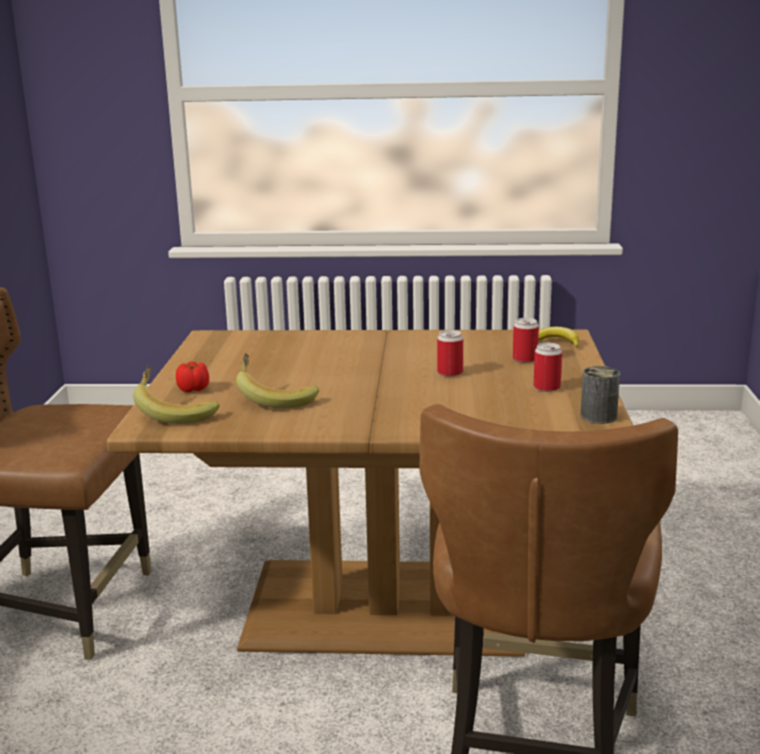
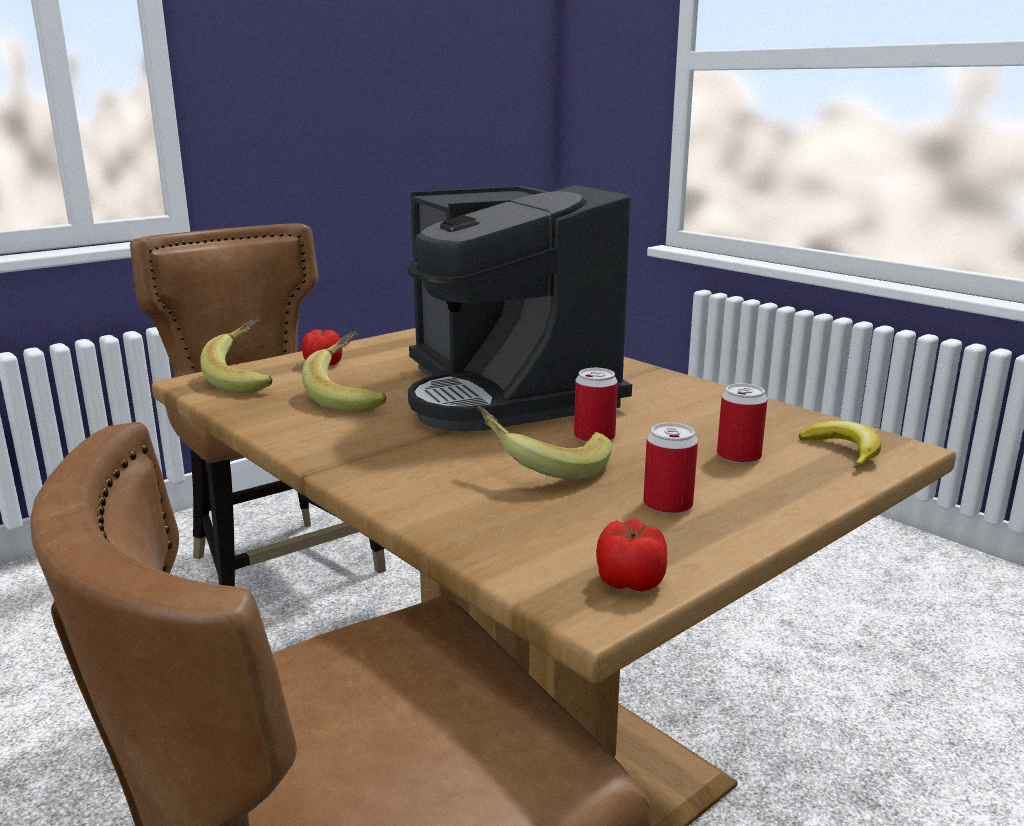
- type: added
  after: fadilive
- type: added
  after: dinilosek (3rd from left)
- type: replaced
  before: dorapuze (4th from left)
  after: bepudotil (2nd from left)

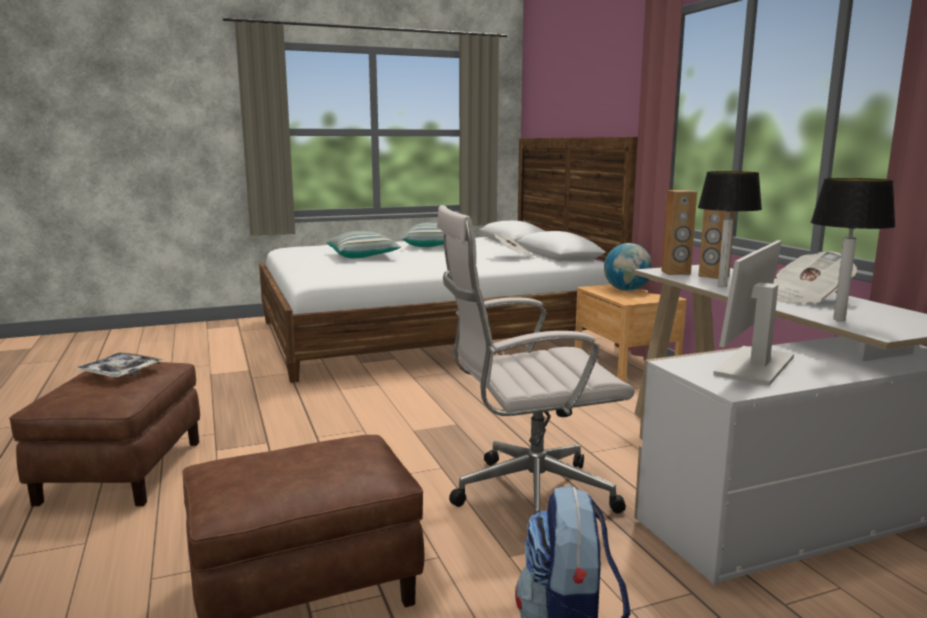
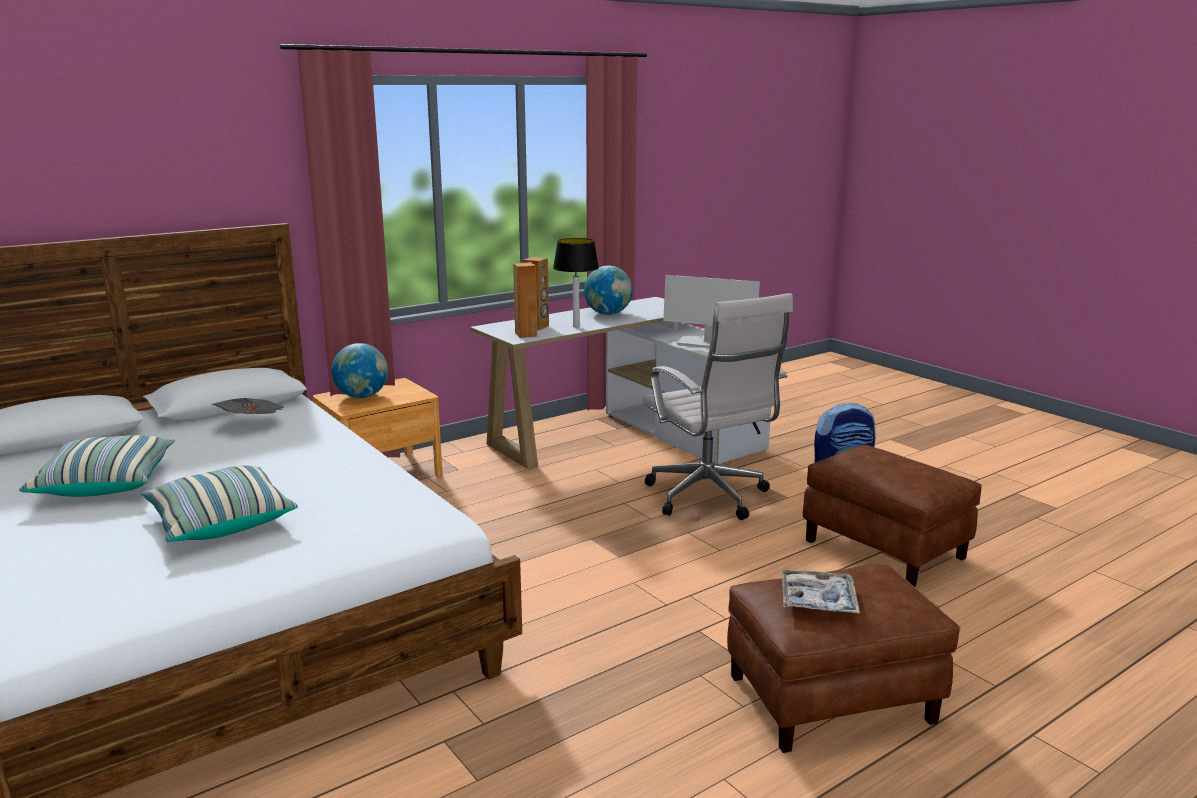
- type: removed
  before: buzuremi (2nd from left)
- type: replaced
  before: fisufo (2nd from left)
  after: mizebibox (2nd from left)

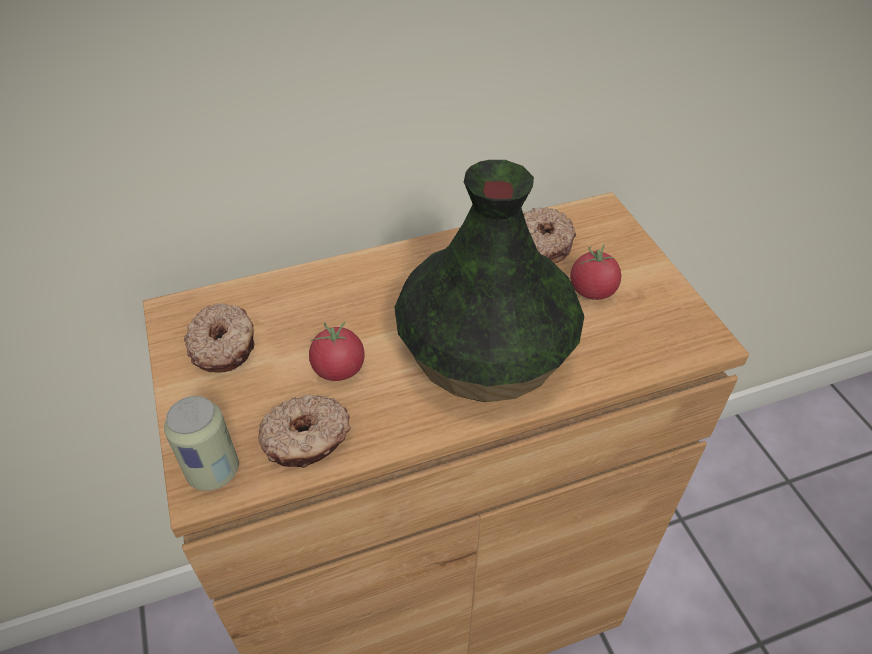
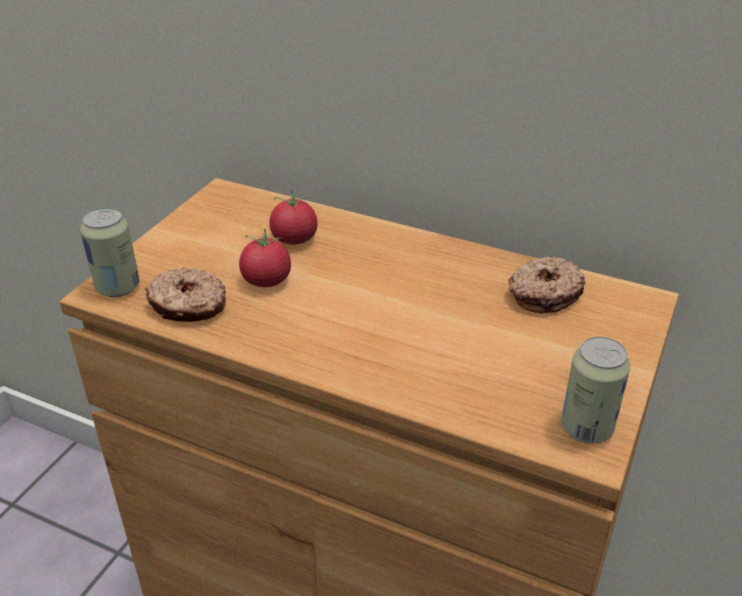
- type: removed
  before: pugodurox (1st from left)
- type: removed
  before: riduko
- type: added
  after: dorapuze (2nd from left)
- type: moved
  before: bepudotil (2nd from left)

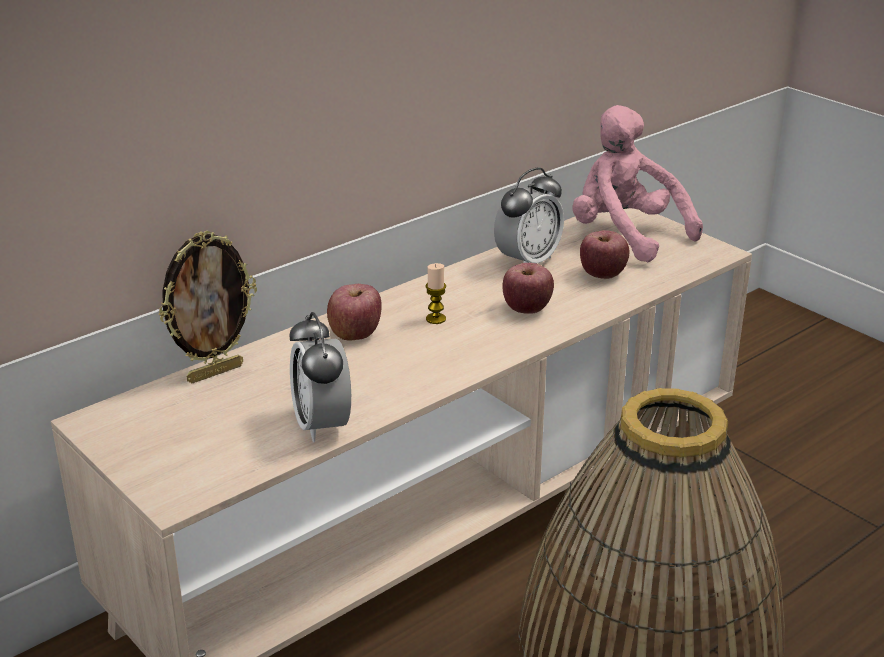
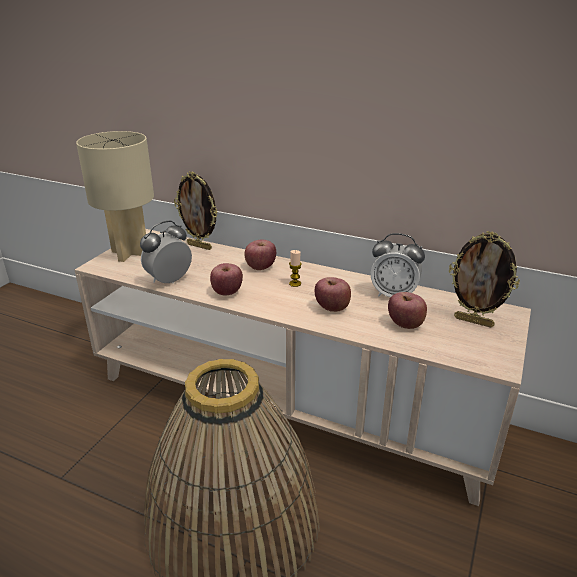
- type: added
  after: beige_buzuremi
- type: added
  after: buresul (1st from left)
- type: replaced
  before: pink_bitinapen
  after: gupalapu (2nd from left)

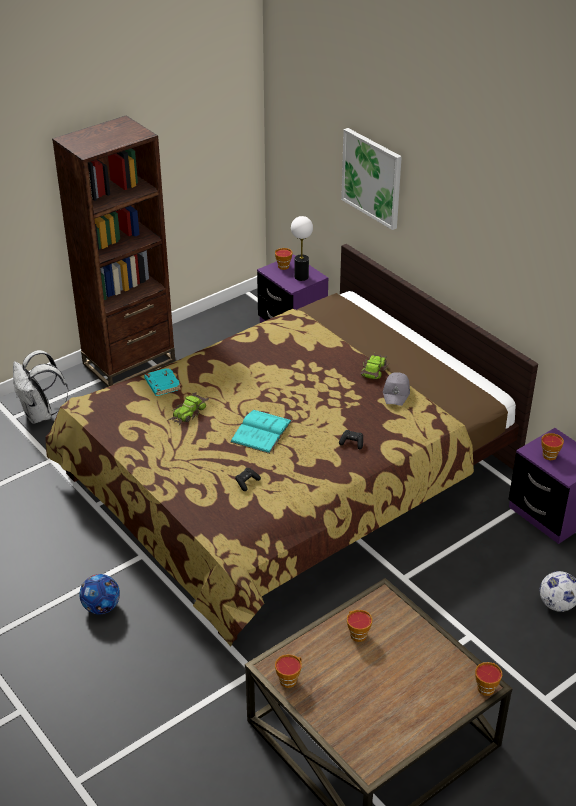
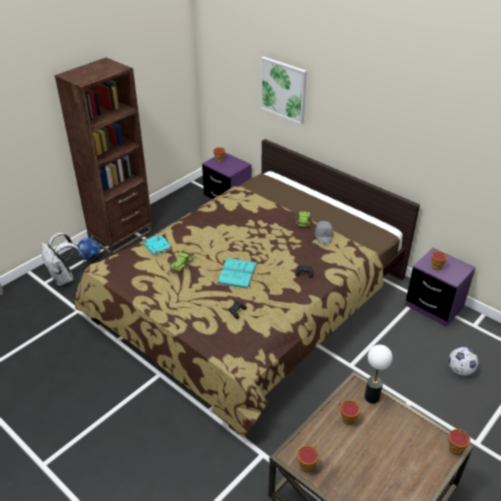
- type: moved
  before: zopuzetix (1st from left)
- type: moved
  before: buzuremi

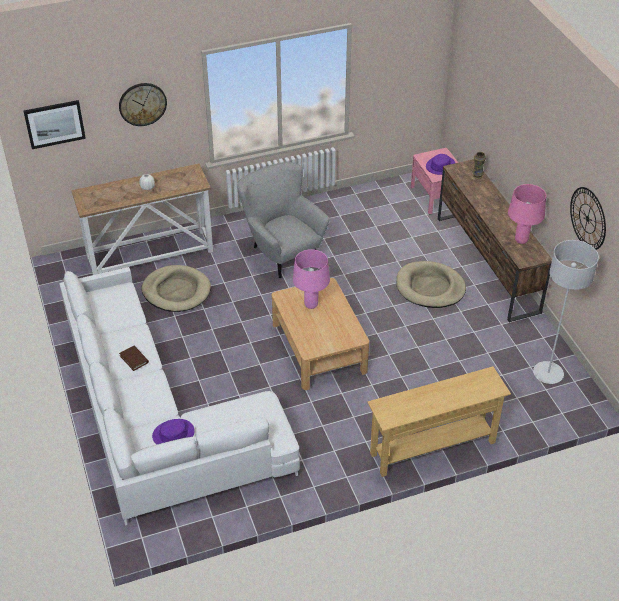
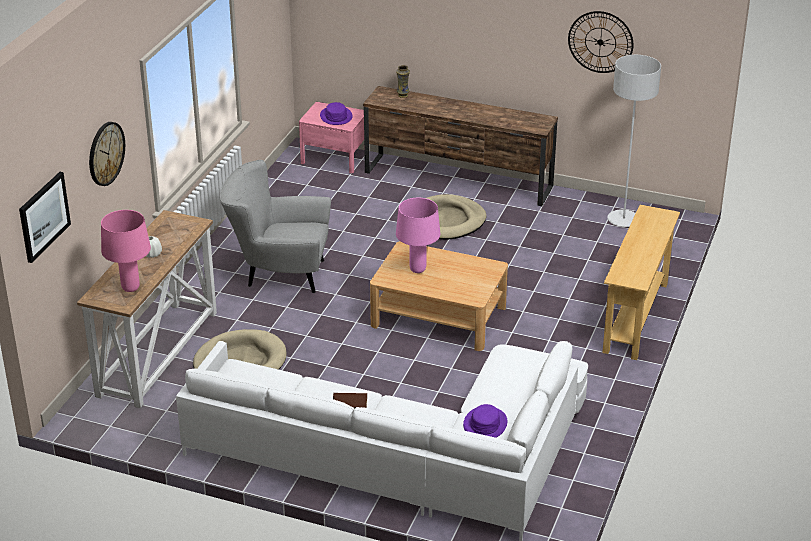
- type: moved
  before: pink_buzuremi (2nd from left in the first image)
  after: pink_buzuremi (1st from left)

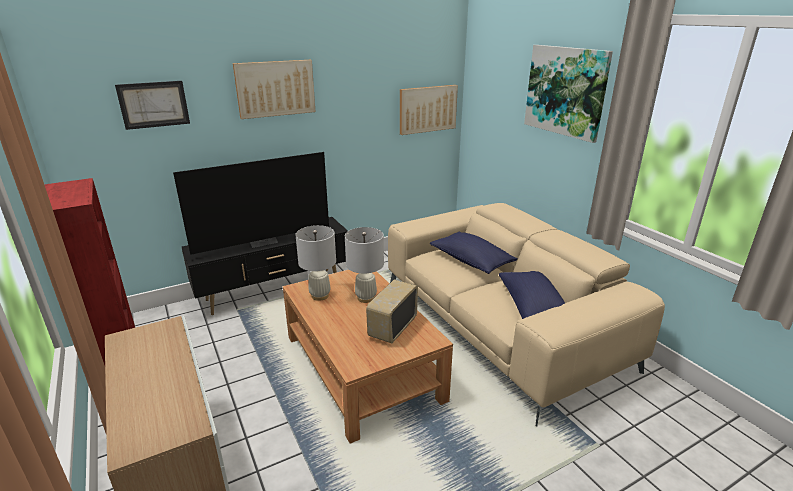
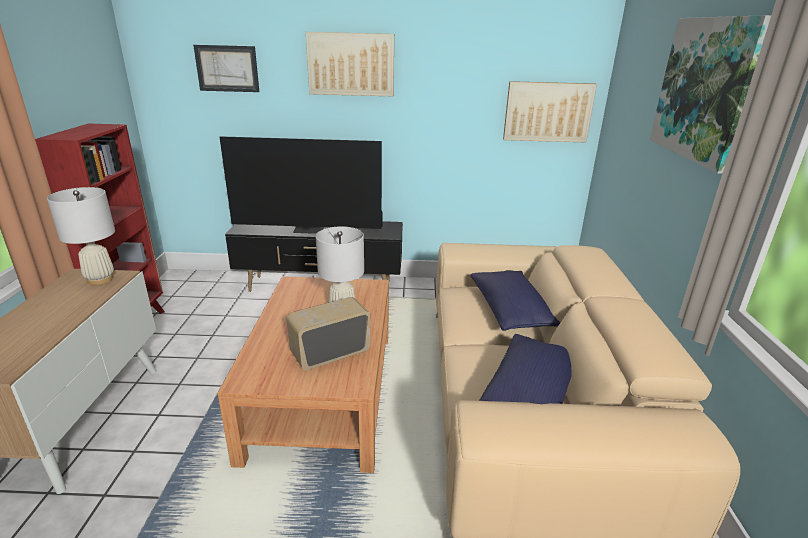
- type: moved
  before: white_buzuremi (1st from left)

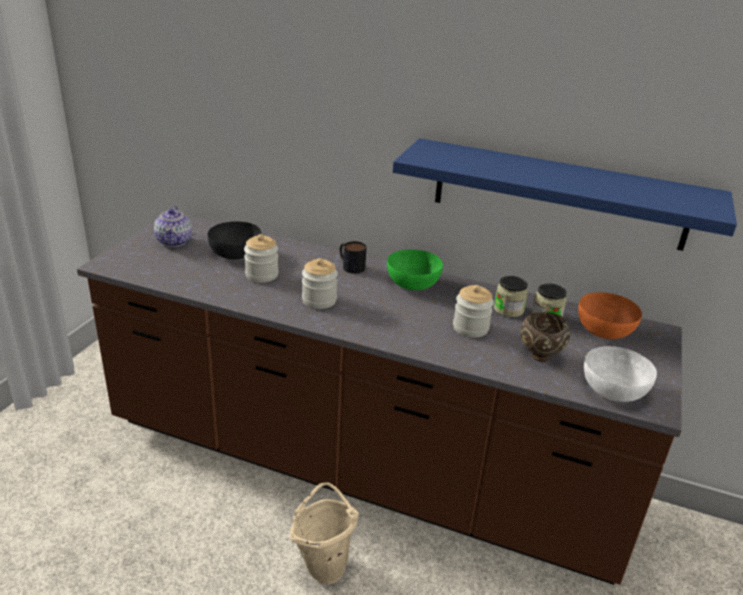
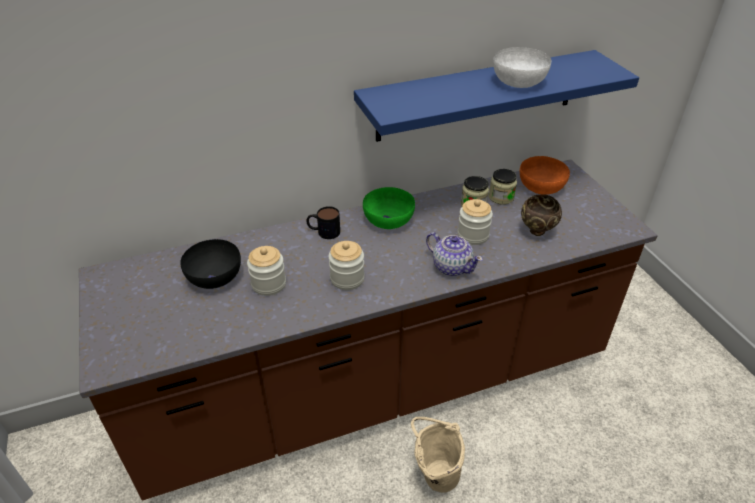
- type: moved
  before: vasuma
- type: moved
  before: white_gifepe

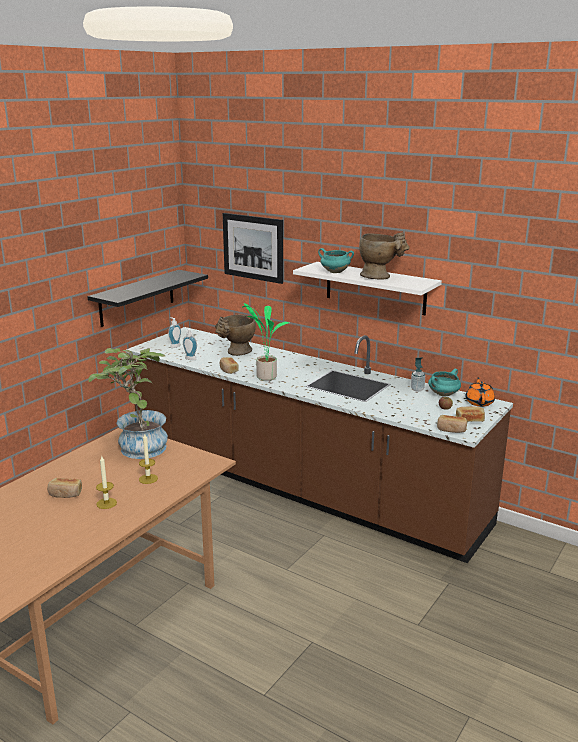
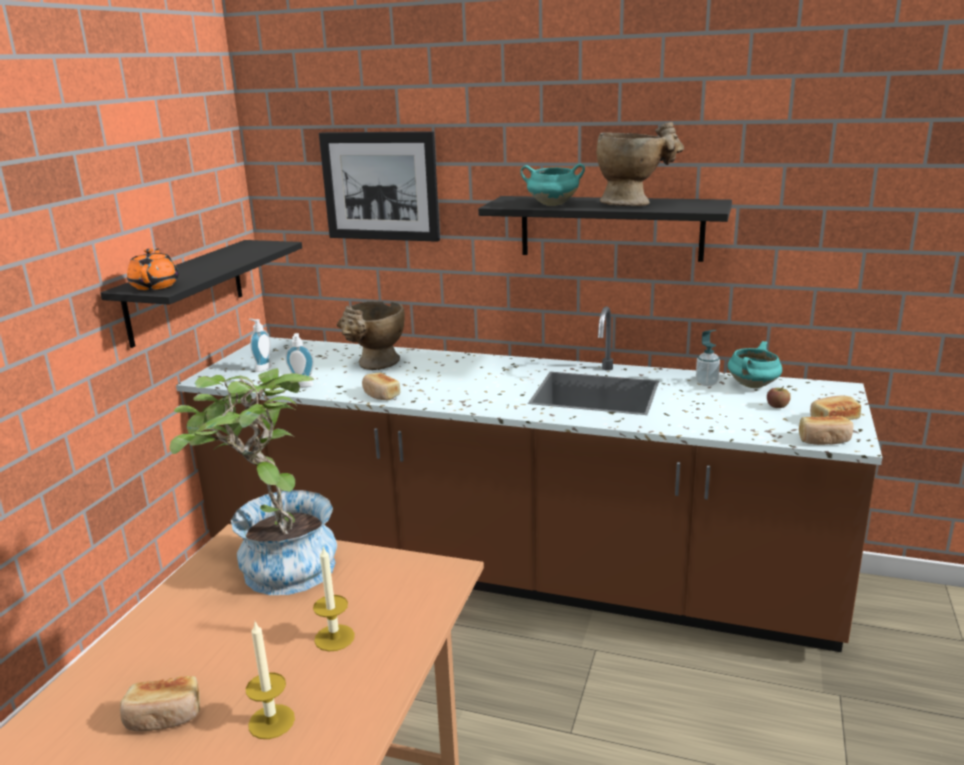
- type: removed
  before: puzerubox (2nd from left)
- type: moved
  before: orange_vasuma
- type: recoloured
  before: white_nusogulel
  after: black_nusogulel (2nd from left)

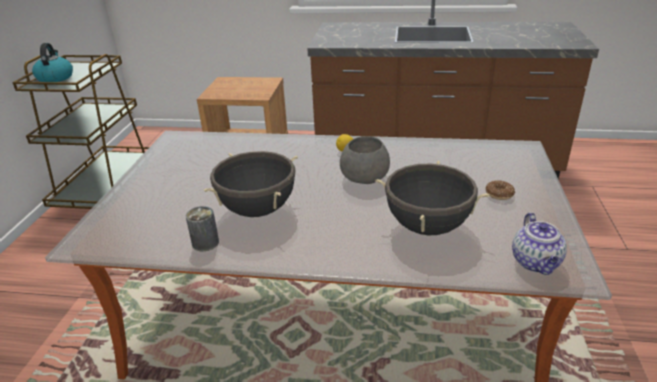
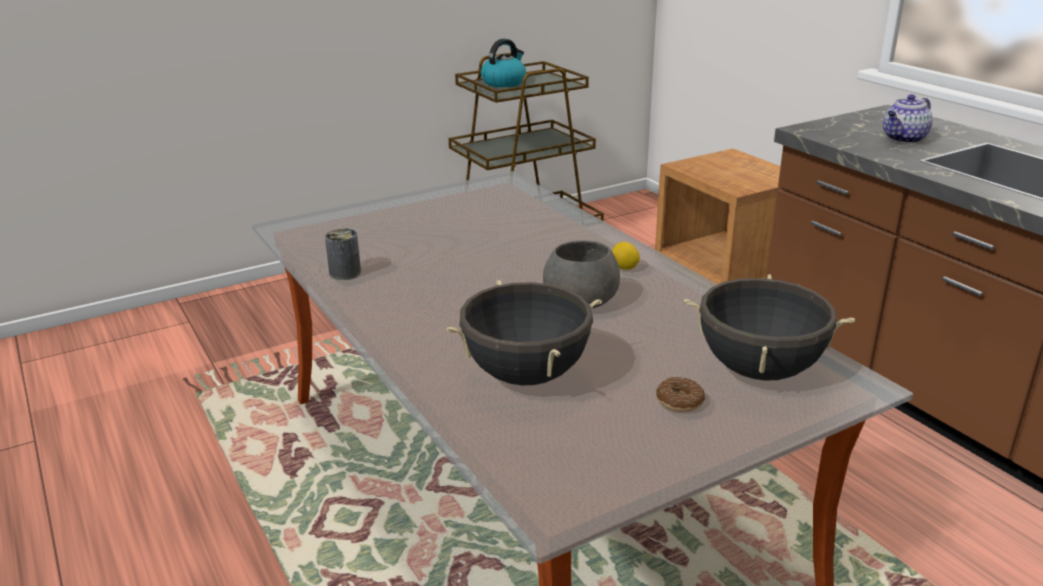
- type: moved
  before: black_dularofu (1st from left in the first image)
  after: black_dularofu (2nd from left)
- type: moved
  before: vasuma

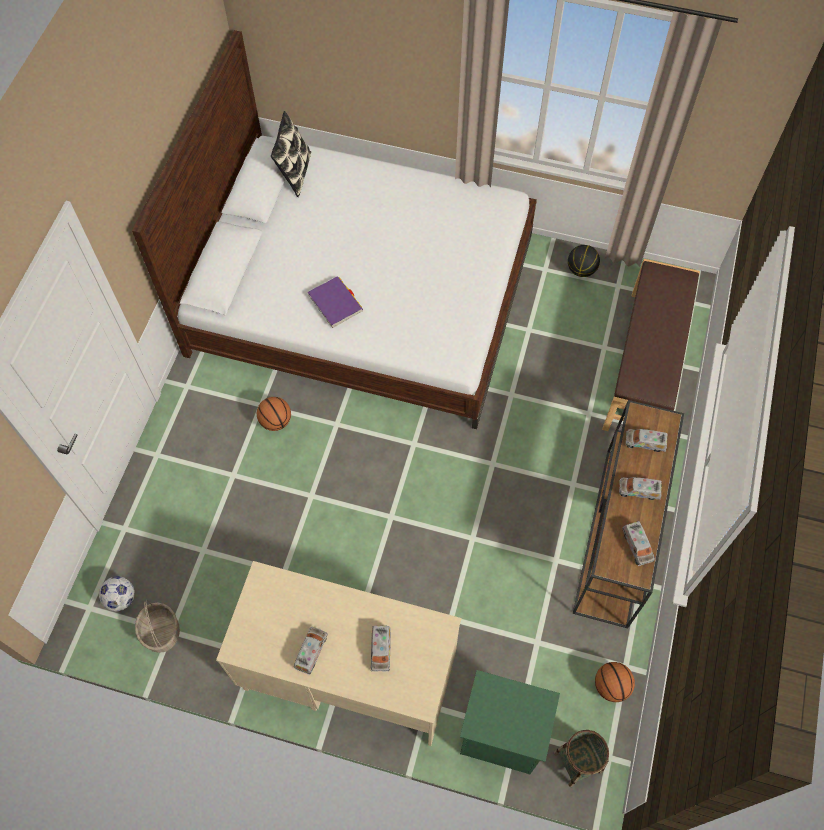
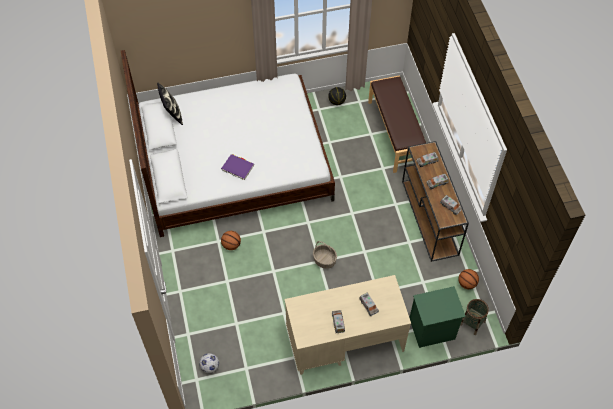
- type: moved
  before: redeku (1st from left)

